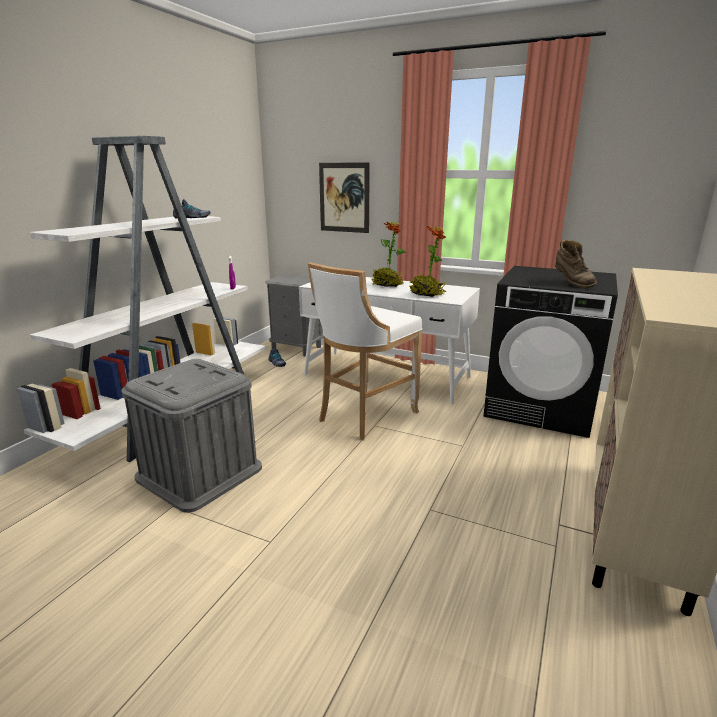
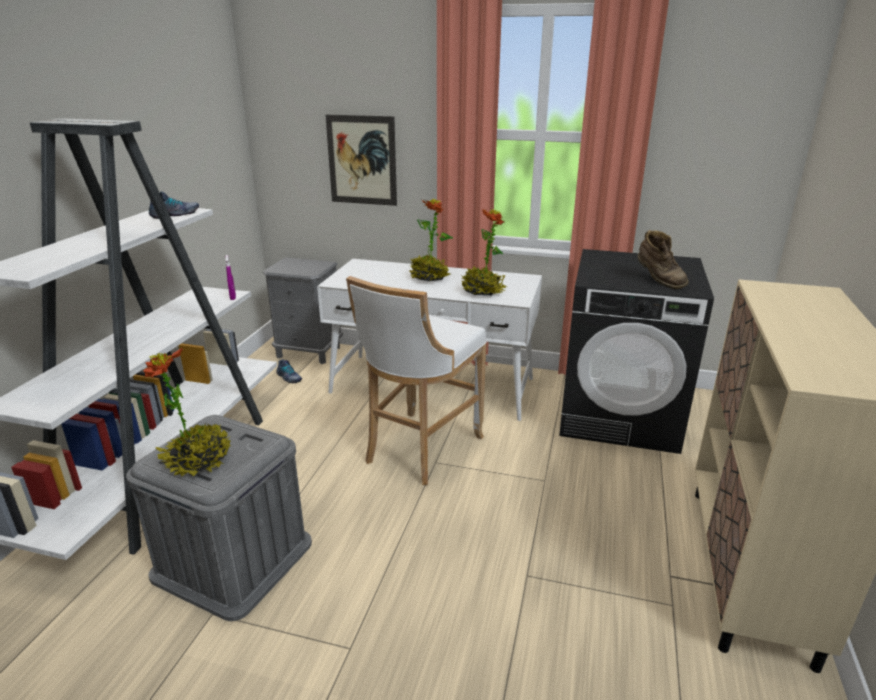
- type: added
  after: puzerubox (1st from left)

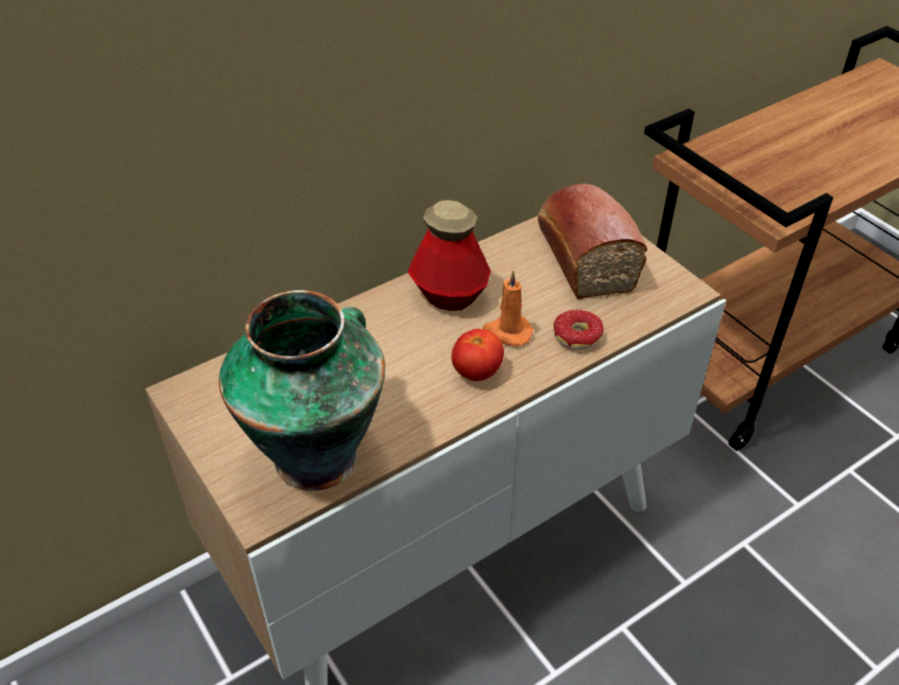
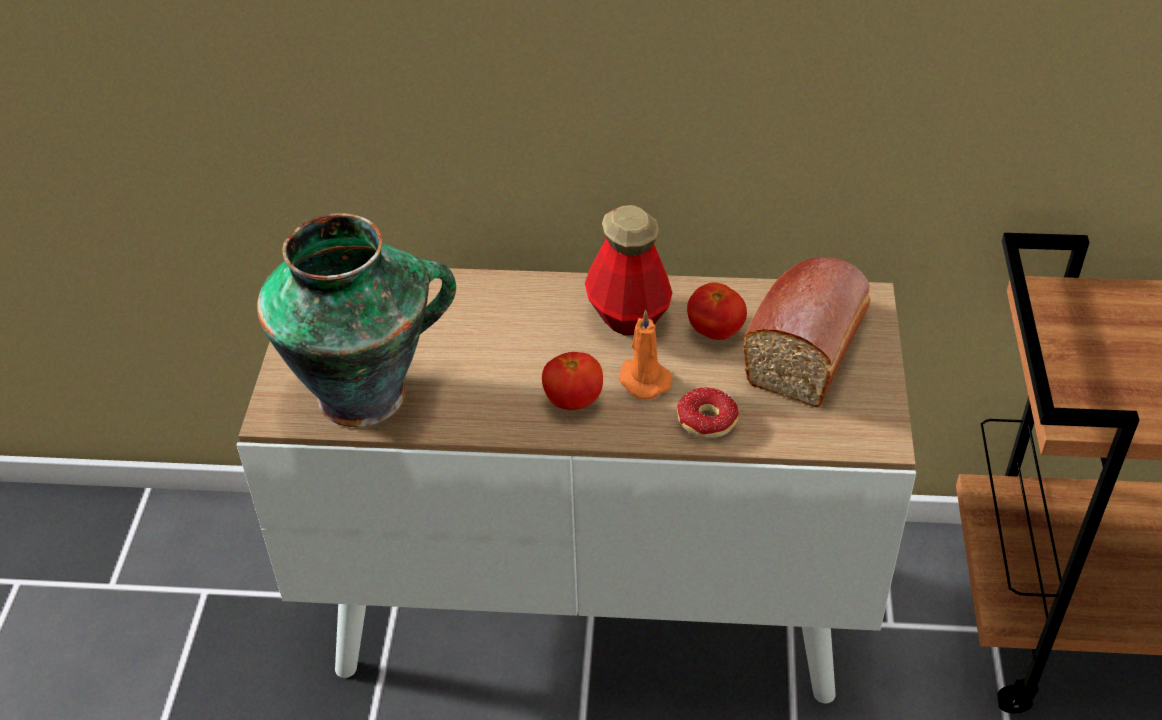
- type: added
  after: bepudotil (2nd from left)

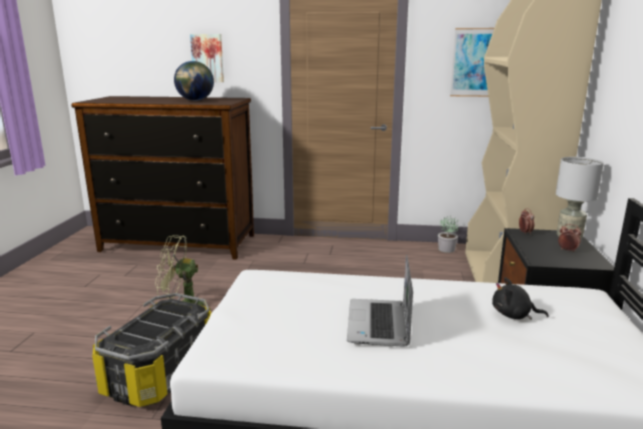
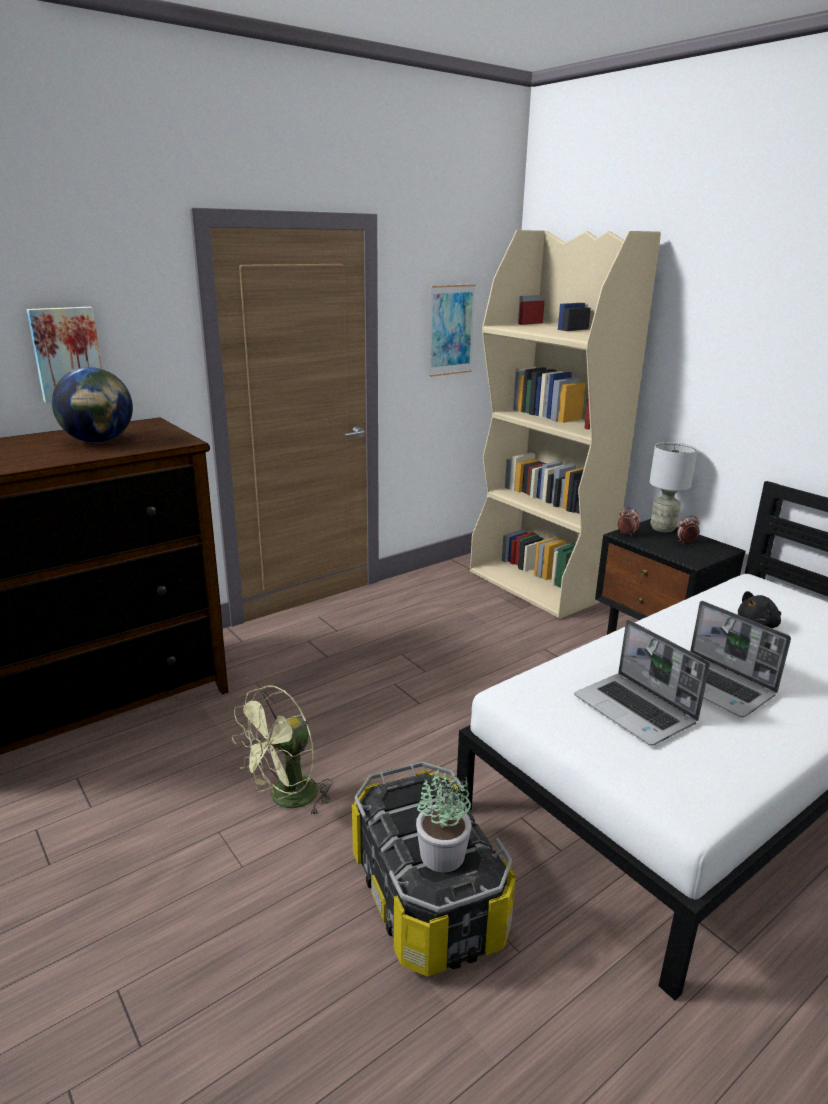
- type: added
  after: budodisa (1st from left)
- type: moved
  before: puzerubox

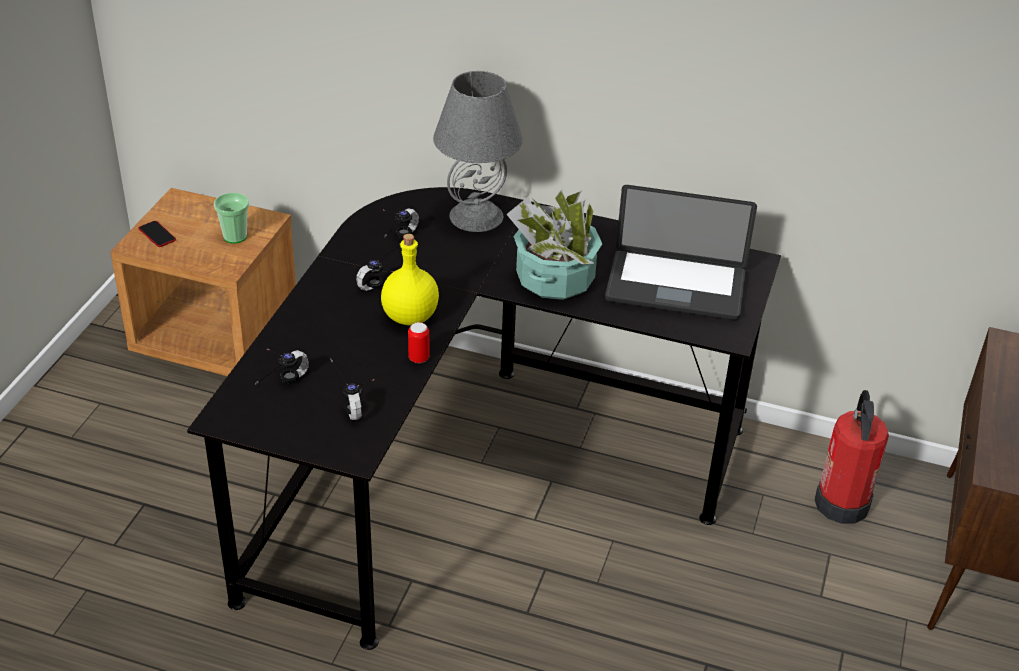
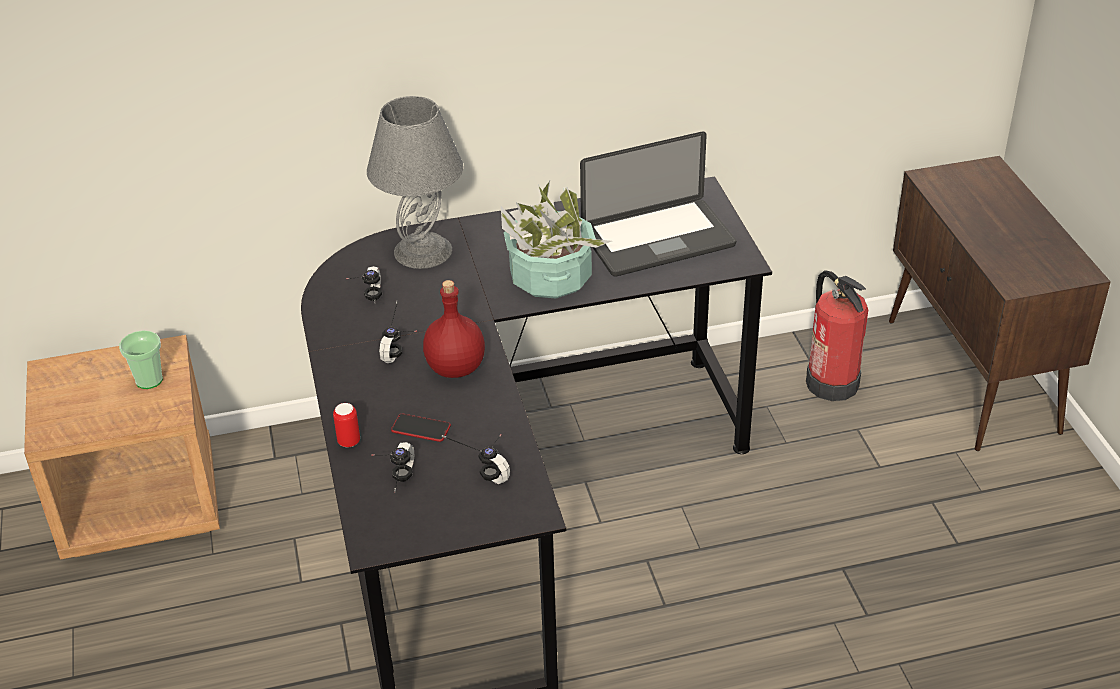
- type: moved
  before: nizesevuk
- type: moved
  before: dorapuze
- type: recoloured
  before: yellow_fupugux
  after: red_fupugux

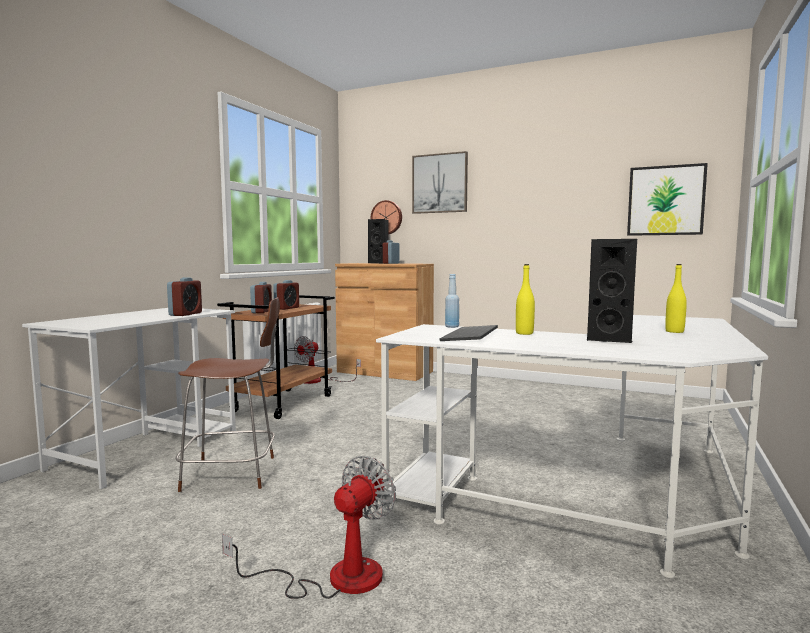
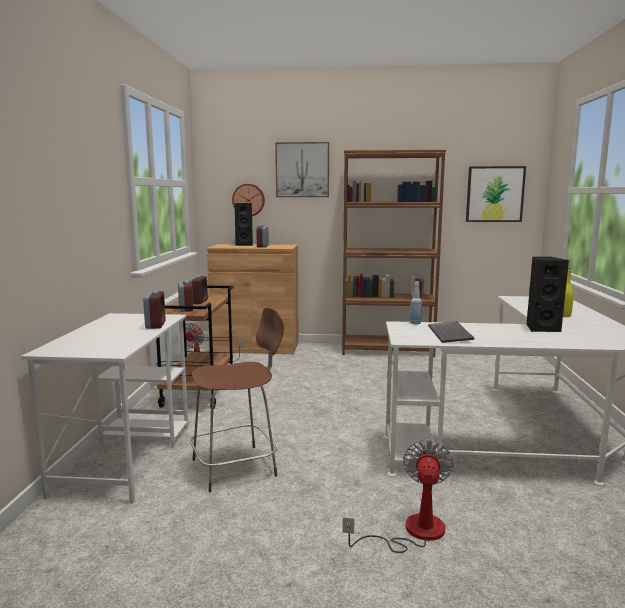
- type: removed
  before: yellow_fupugux (1st from left)
- type: added
  after: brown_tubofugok

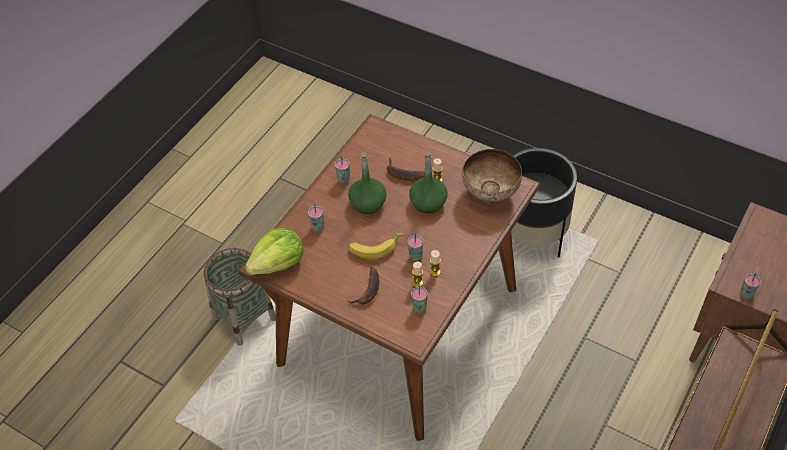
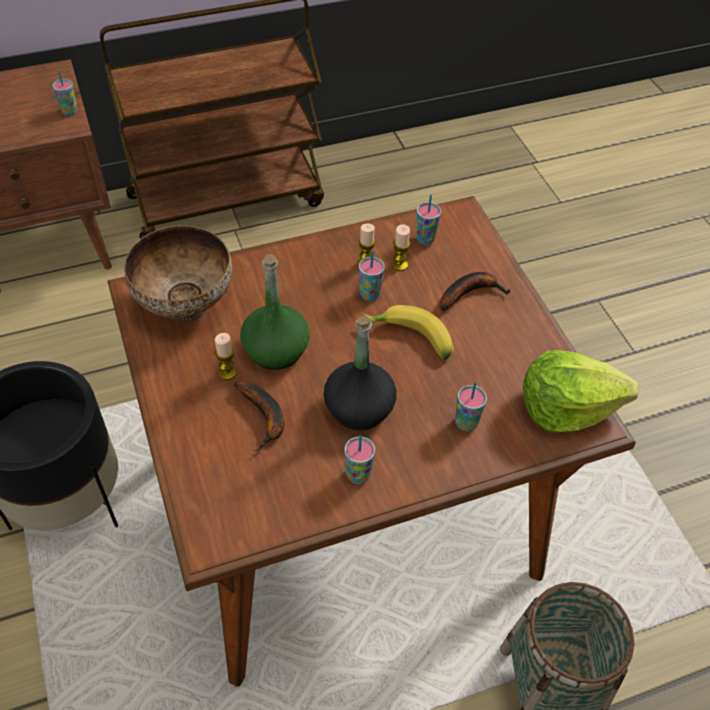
- type: recoloured
  before: green_fupugux (1st from left)
  after: black_fupugux

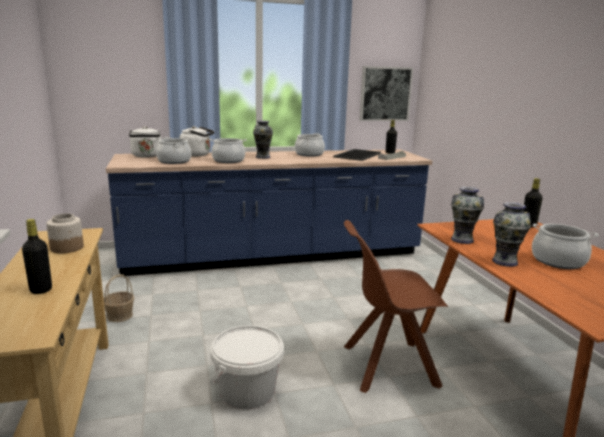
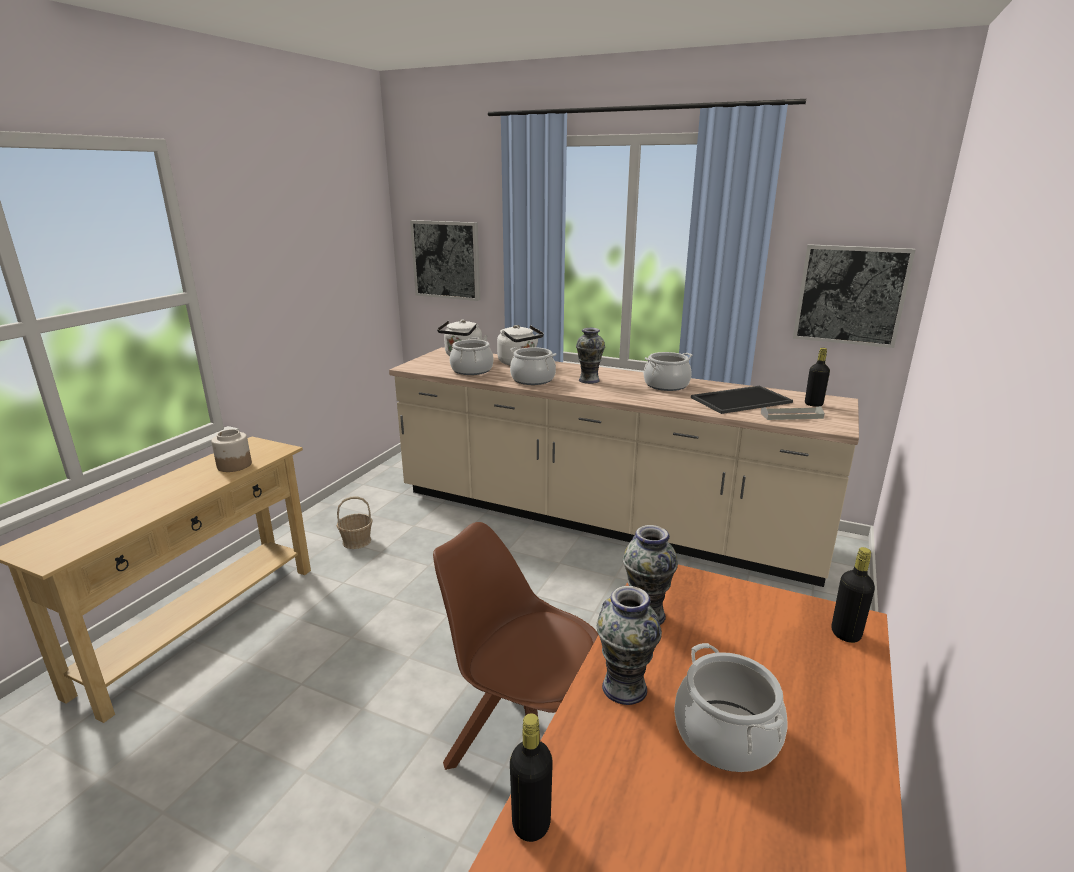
- type: removed
  before: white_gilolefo
- type: added
  after: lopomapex (1st from left)
- type: moved
  before: black_fupugux (1st from left)
- type: recoloured
  before: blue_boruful
  after: beige_boruful

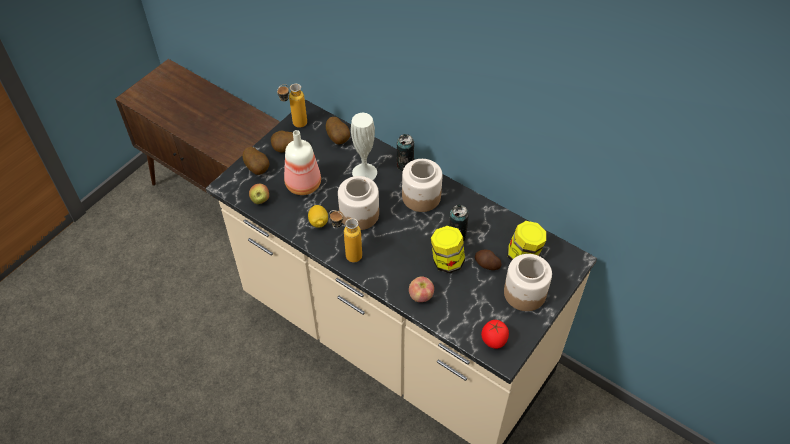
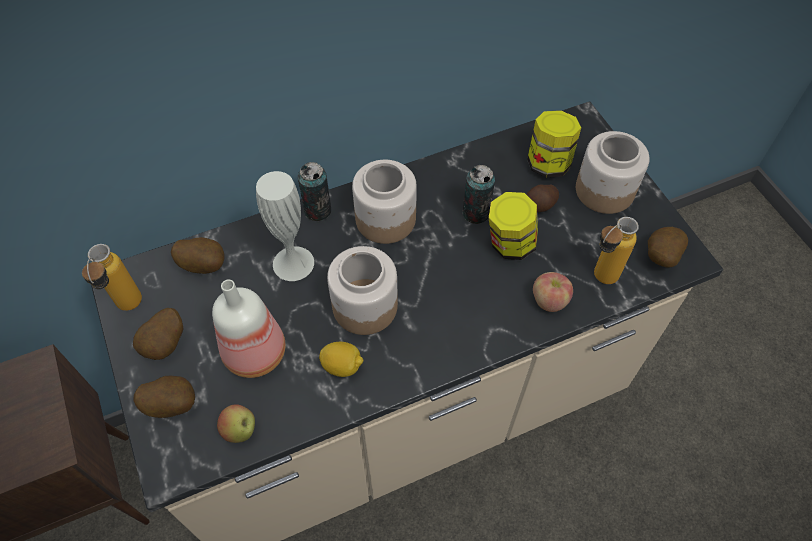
- type: moved
  before: fupugux (3rd from left)
- type: replaced
  before: bepudotil
  after: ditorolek (5th from left)

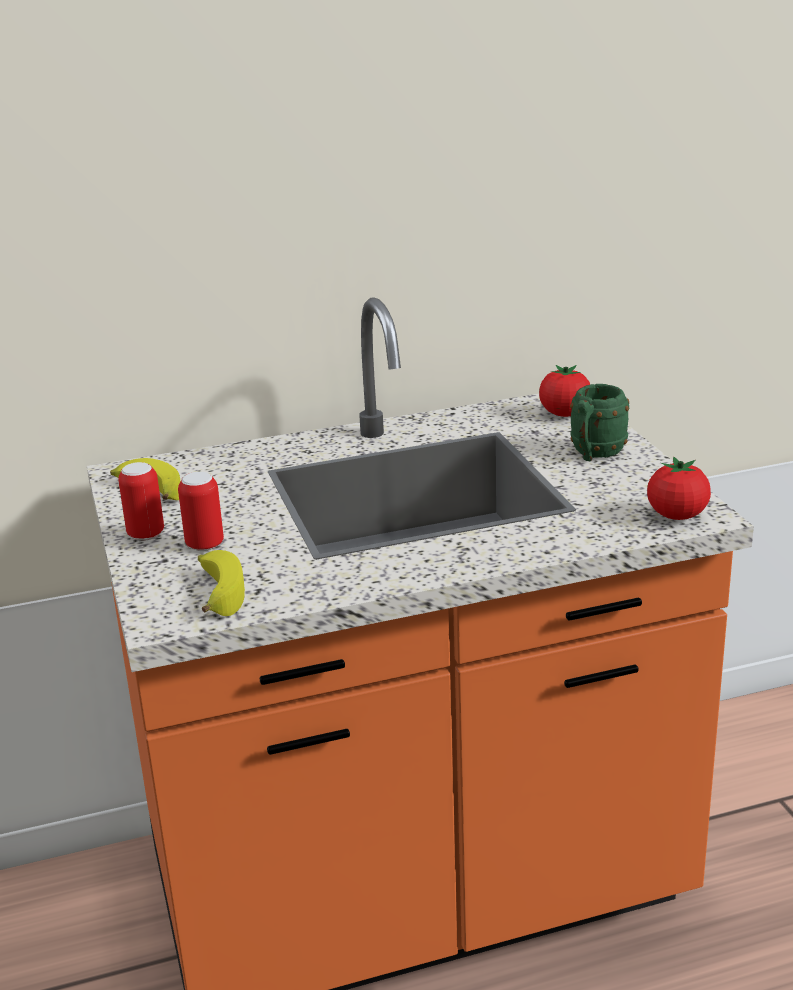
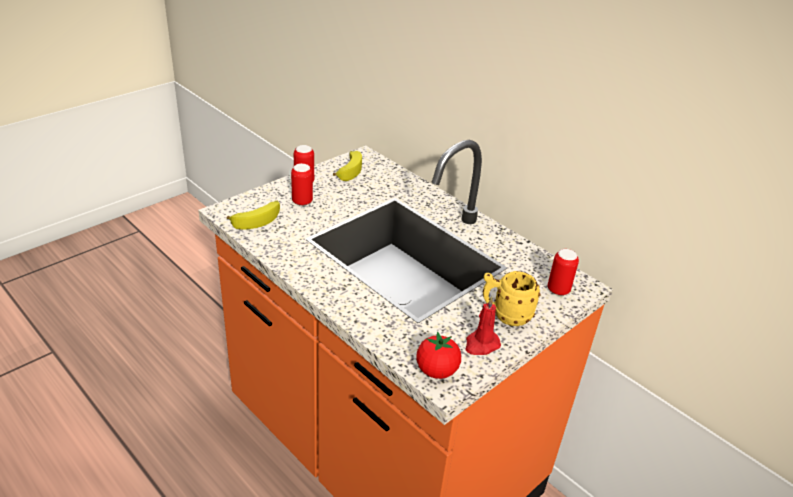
- type: added
  after: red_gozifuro
- type: replaced
  before: bepudotil (1st from left)
  after: dorapuze (3rd from left)
- type: recoloured
  before: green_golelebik
  after: yellow_golelebik

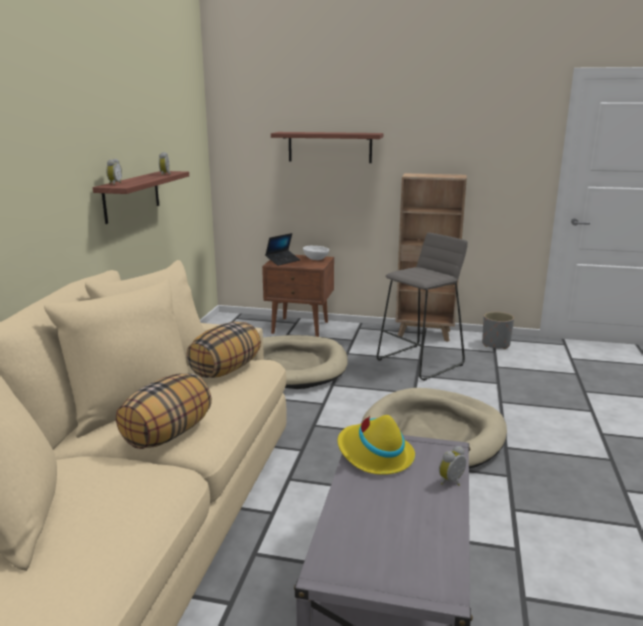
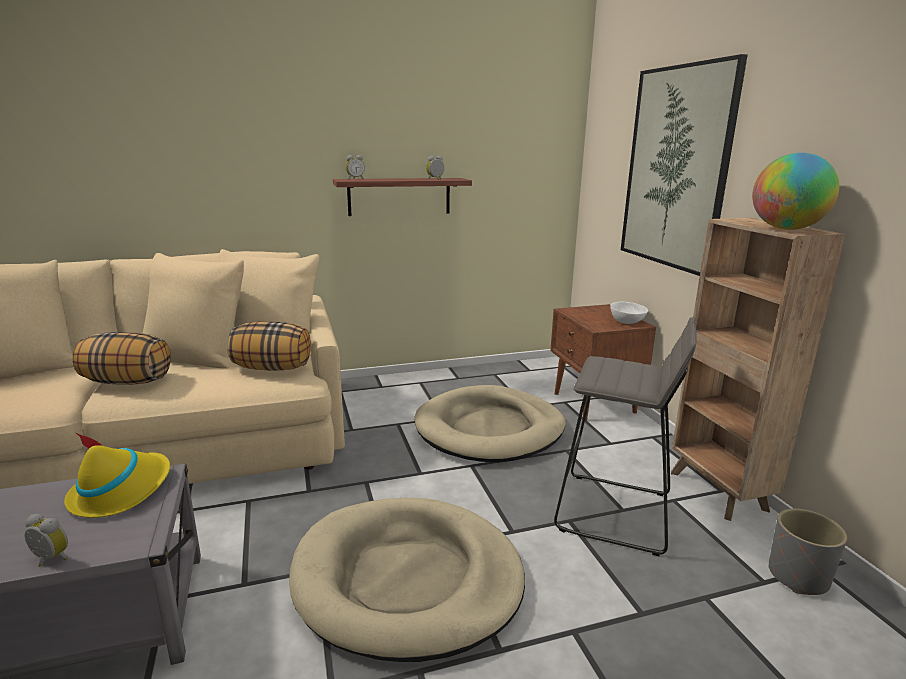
- type: removed
  before: budodisa
- type: added
  after: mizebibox
- type: replaced
  before: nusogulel (2nd from left)
  after: lopomapex

